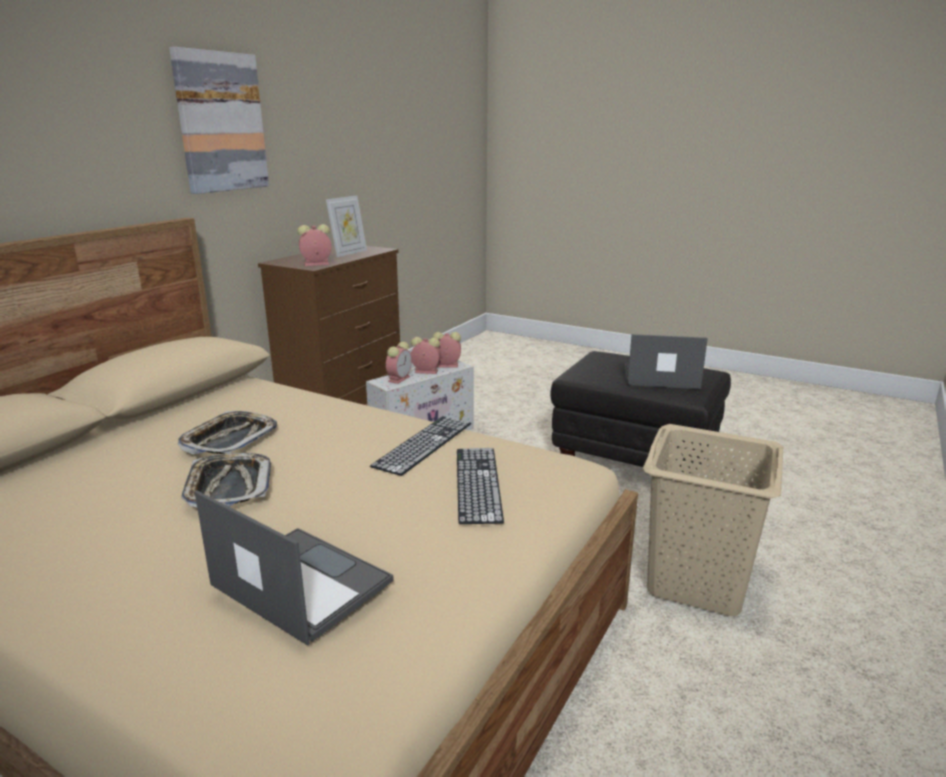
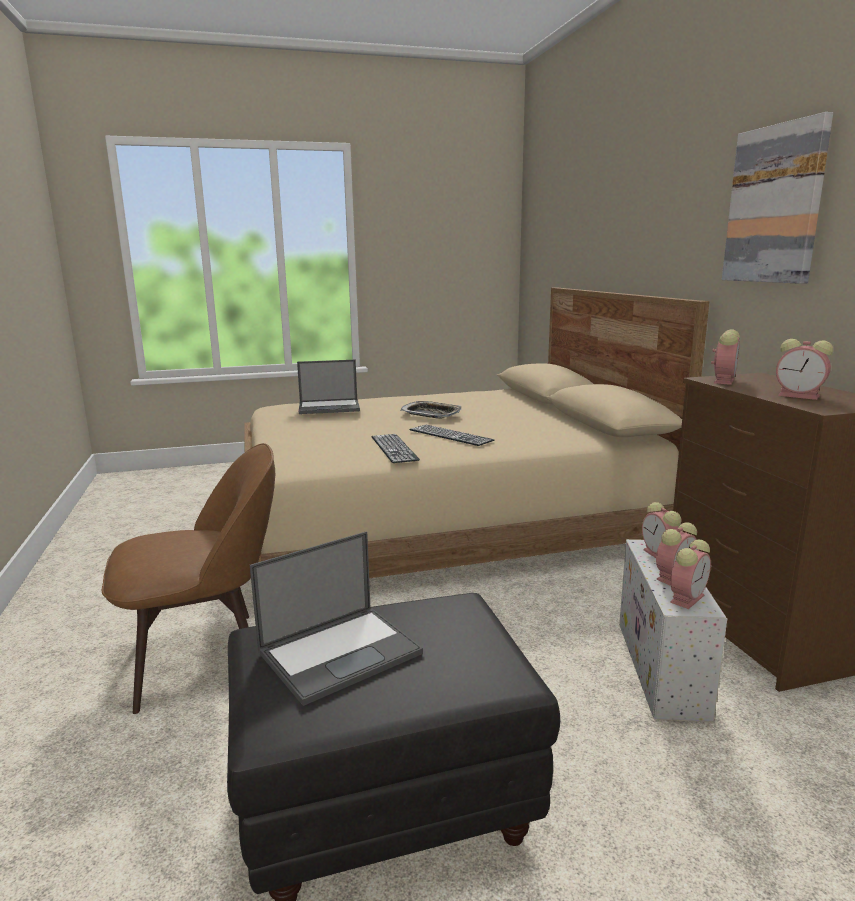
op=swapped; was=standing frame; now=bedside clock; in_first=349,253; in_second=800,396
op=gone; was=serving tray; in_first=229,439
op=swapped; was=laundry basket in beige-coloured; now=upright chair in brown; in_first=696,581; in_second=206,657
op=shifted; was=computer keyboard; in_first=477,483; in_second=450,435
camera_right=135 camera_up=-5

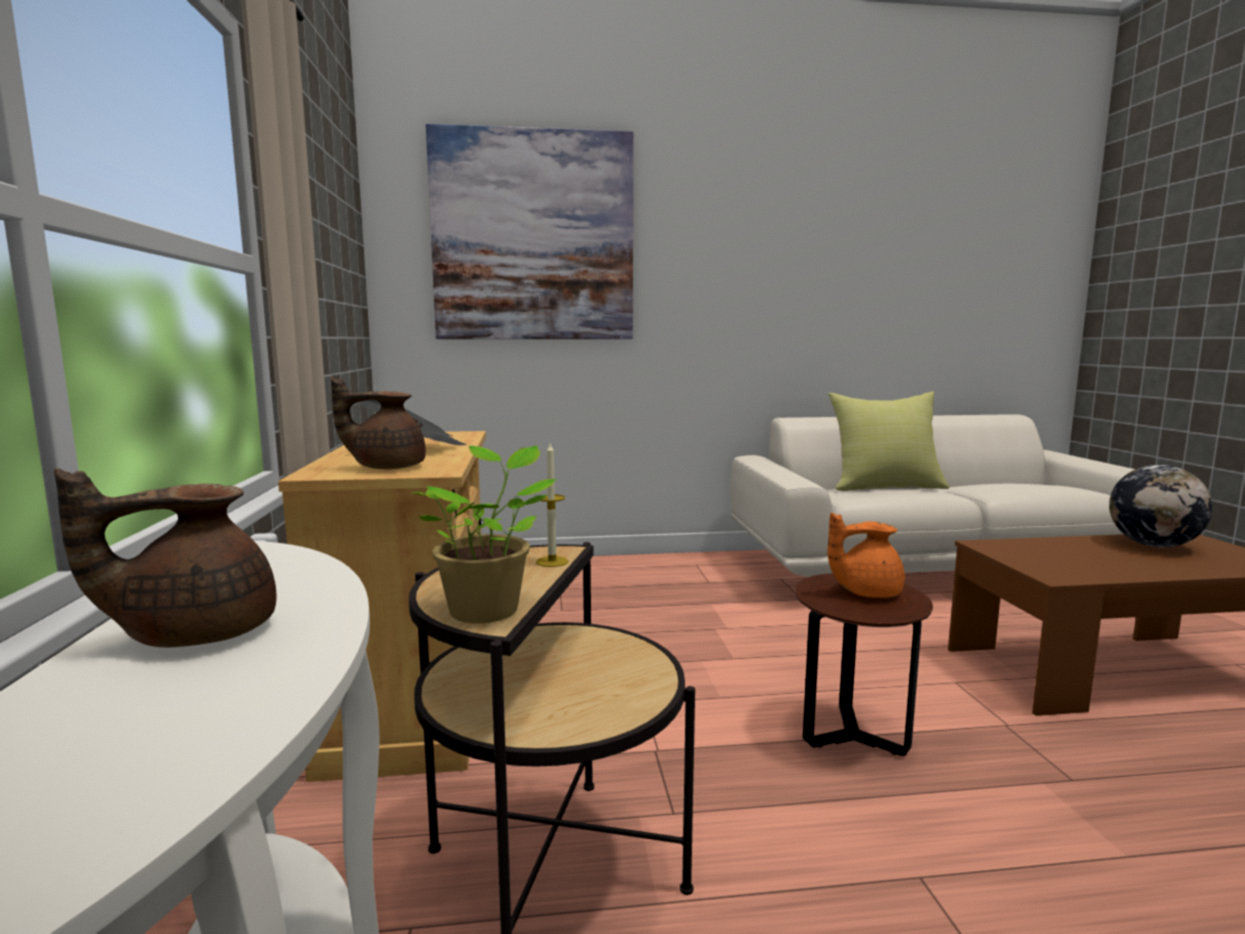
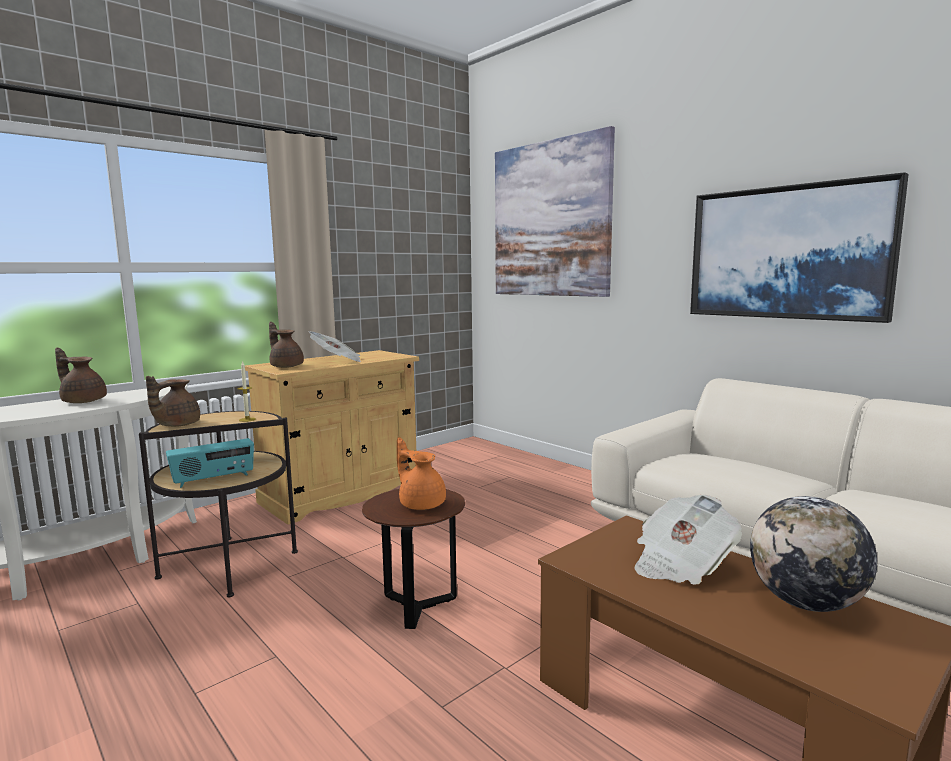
op=gone; was=pillow in yellowish; in_first=885,487
op=swapped; was=houseplant; now=pot for tea in brown; in_first=488,609; in_second=176,425
op=new; now=wall art; in_second=787,253
op=new; now=radio receiver; in_second=214,479
op=new; now=newspaper; in_second=681,564
camera_right=55 camera_up=0

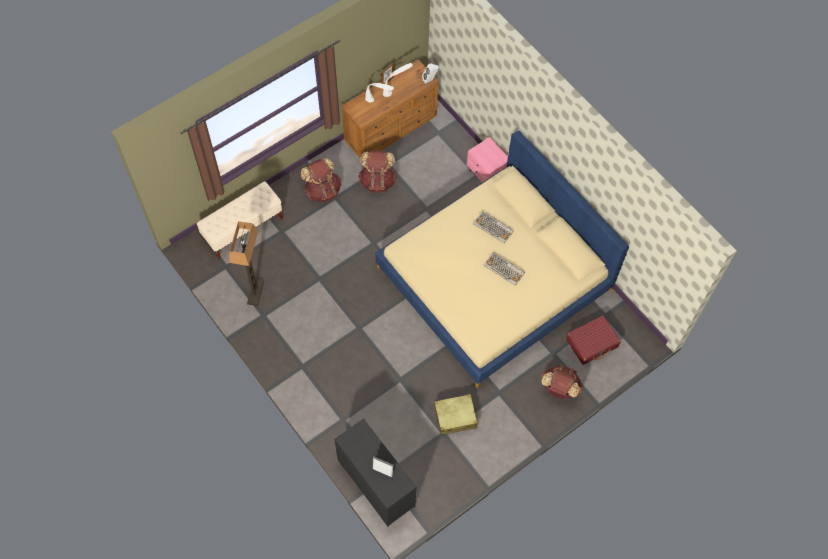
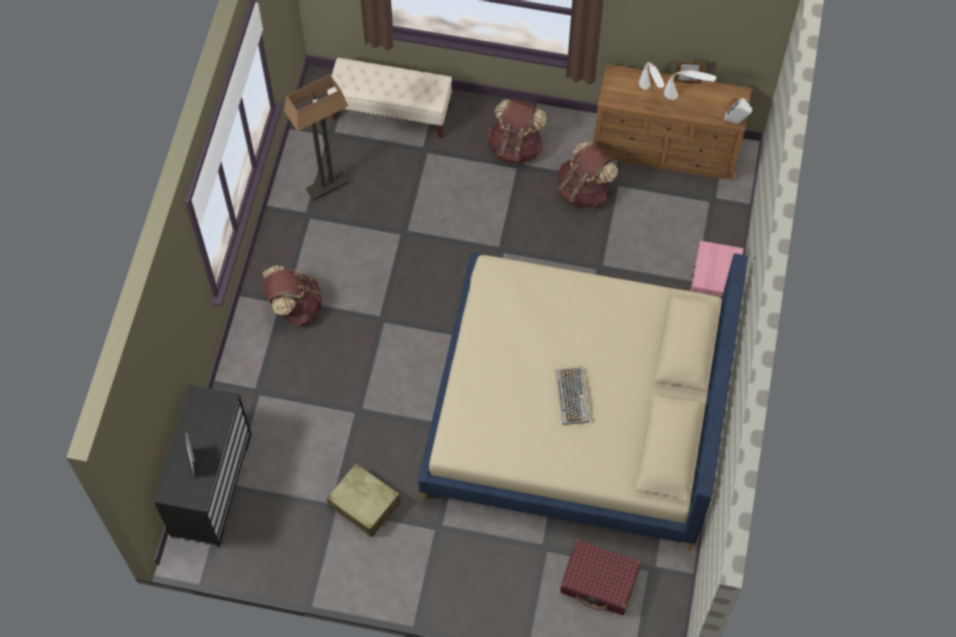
op=gone; was=computer keyboard; in_first=493,227
op=shifted; was=knapsack in brown; in_first=559,388; in_second=295,306
camera_right=50 camera_up=0

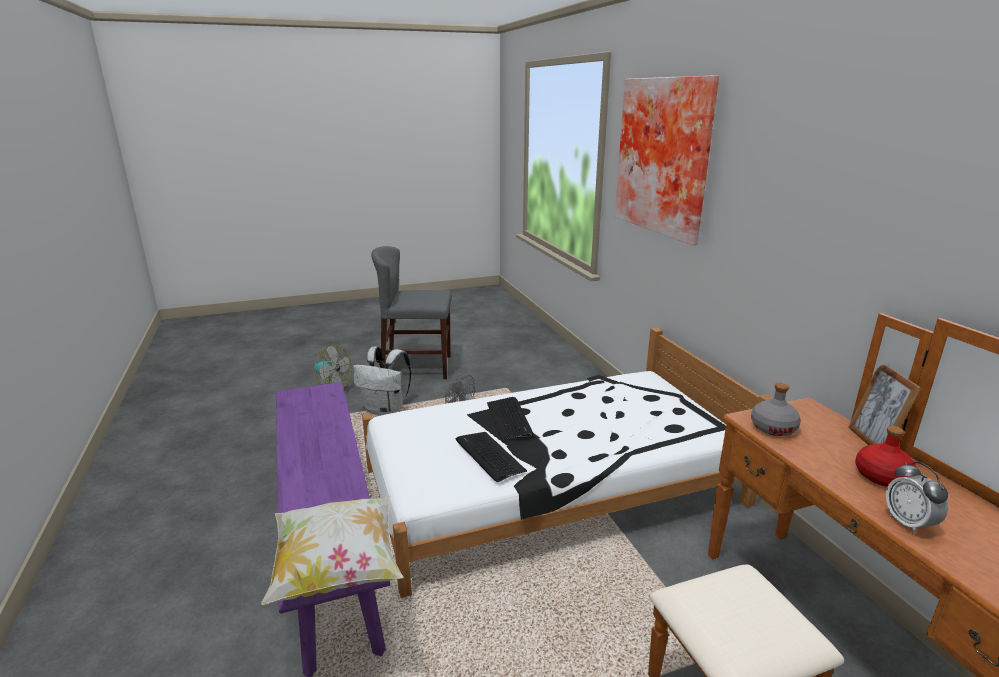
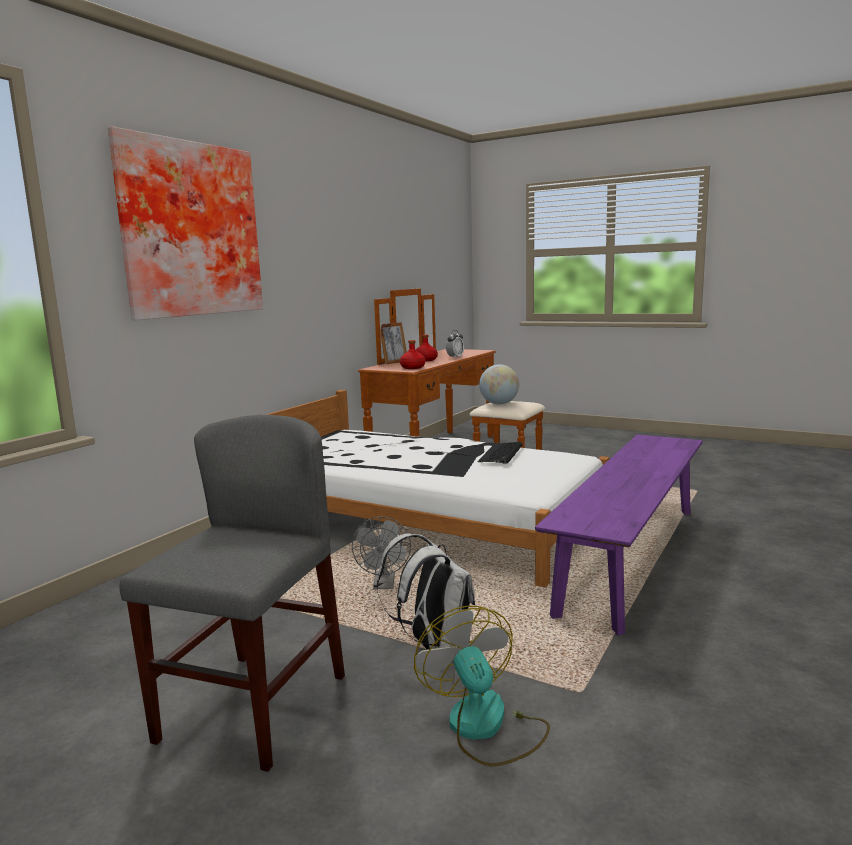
op=rotated; was=upright chair in grey; in_first=417,367; in_second=253,707; clockwise=-120
op=repainted; was=drink bottle in grey; now=drink bottle in red-coloured; in_first=773,428; in_second=412,368
op=gone; was=computer keyboard; in_first=509,419
op=gone; was=pillow; in_first=337,568
op=new; now=globe; in_second=499,404
camera_right=-130 camera_up=-10

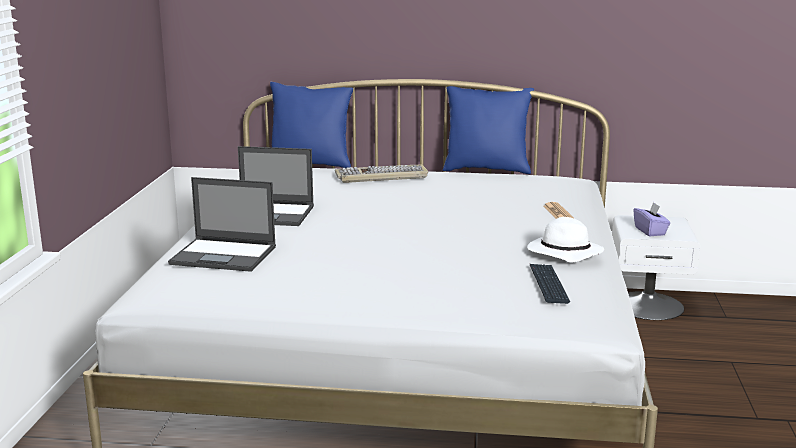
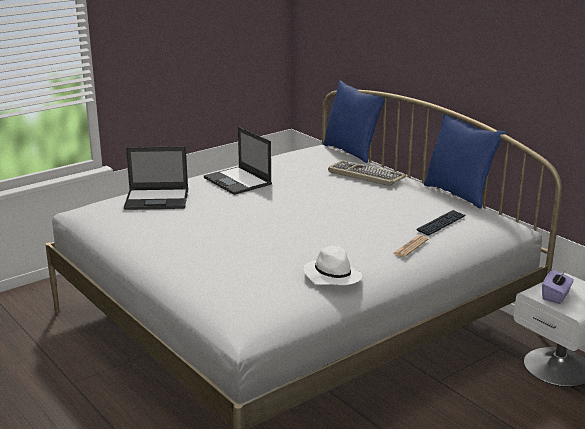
op=rotated; was=portable computer; in_first=225,255; in_second=157,199; clockwise=-60
op=shifted; was=computer keyboard; in_first=548,284; in_second=441,223
camera_right=45 camera_up=5

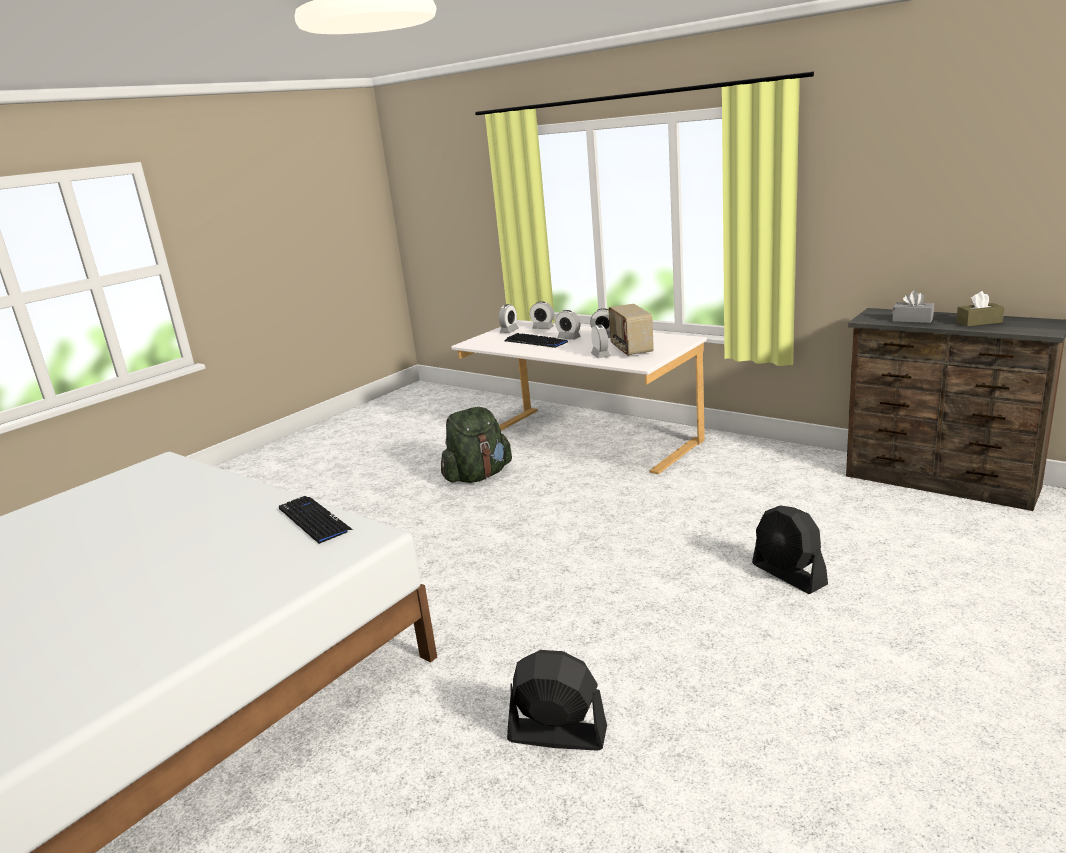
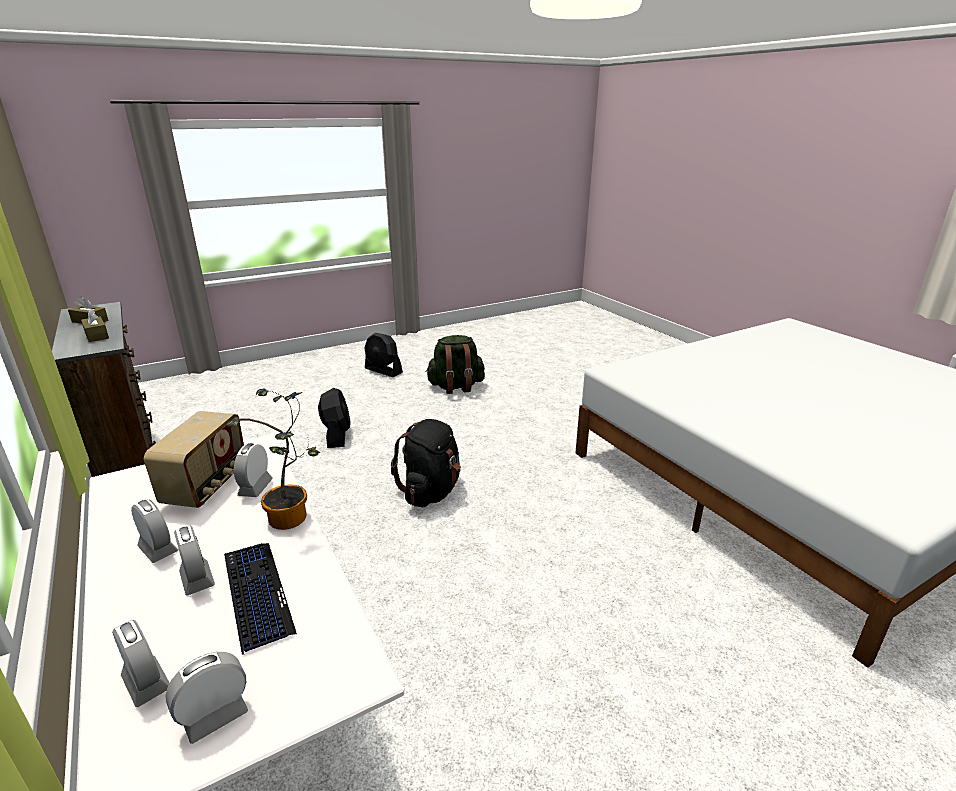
op=repainted; was=box of tissues in grey; now=box of tissues in brown; in_first=912,320; in_second=96,335
op=shifted; was=knapsack in green; in_first=478,476; in_second=456,387
op=gone; was=computer keyboard; in_first=314,520
op=shifted; was=electric fan in black-coloured; in_first=557,734; in_second=383,370
op=new; now=houseplant; in_second=292,520
op=new; now=knapsack in black-coloured; in_second=431,492
camera_right=-160 camera_up=5

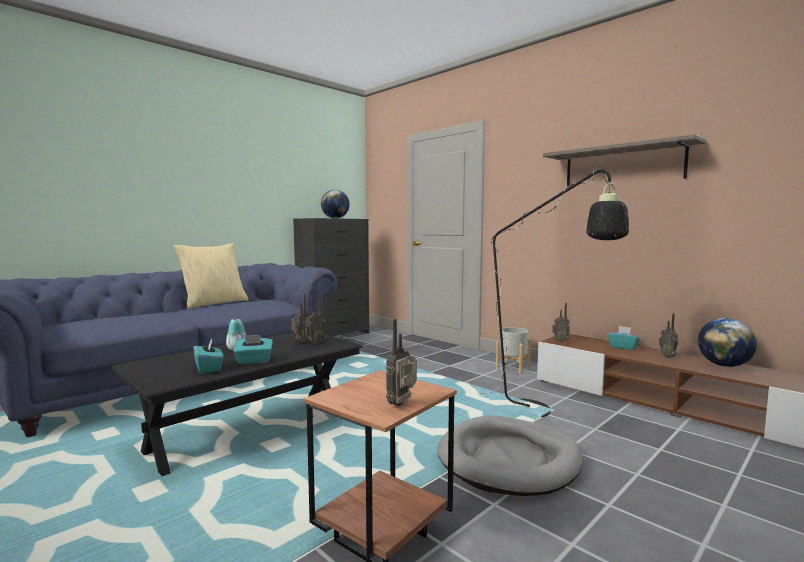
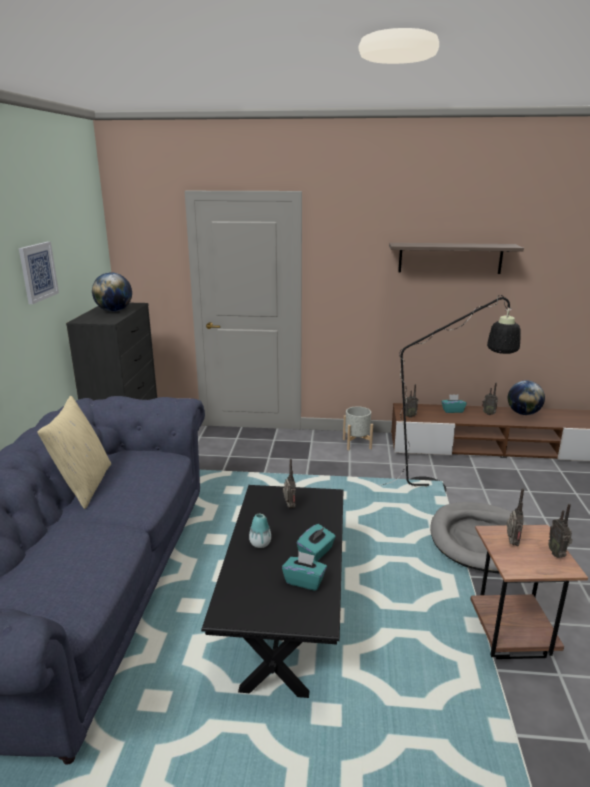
op=shifted; was=radio receiver; in_first=315,343; in_second=511,544
op=new; now=wall art; in_second=38,272
camera_right=-40 camera_up=15

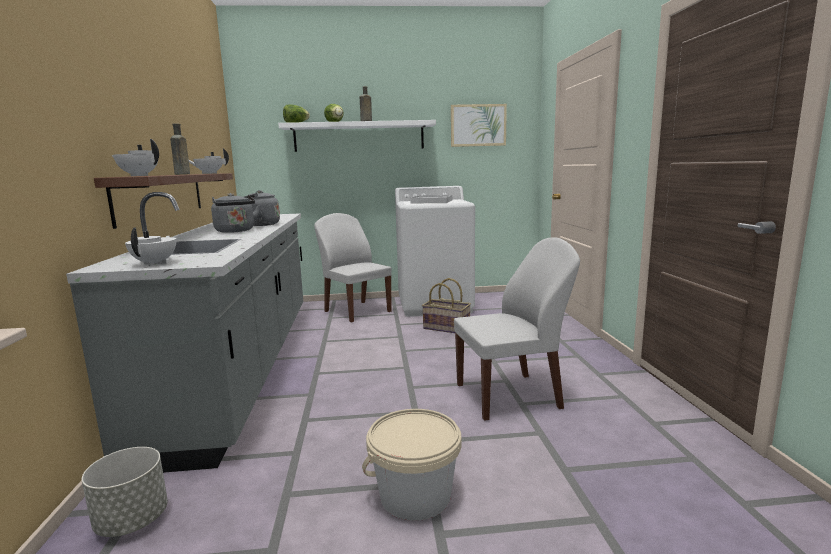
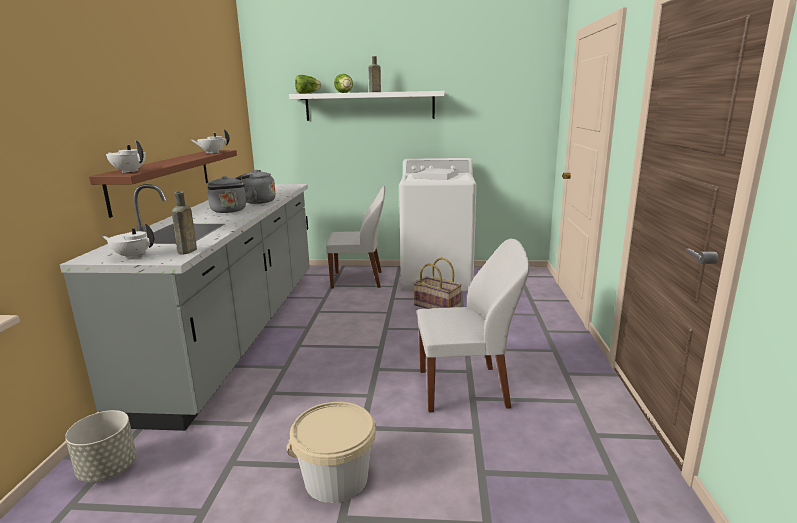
op=gone; was=wall art; in_first=478,125
op=shifted; was=drink bottle in brown; in_first=182,174; in_second=186,251
op=rotated; was=upright chair in white; in_first=356,311; in_second=359,280; clockwise=120
op=rotated; was=pot for tea in white; in_first=155,263; in_second=132,256; clockwise=-90
camera_right=10 camera_up=5

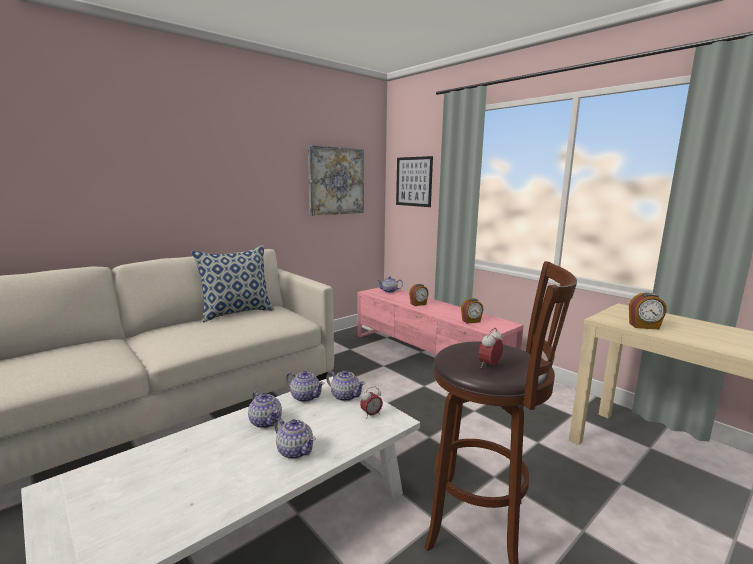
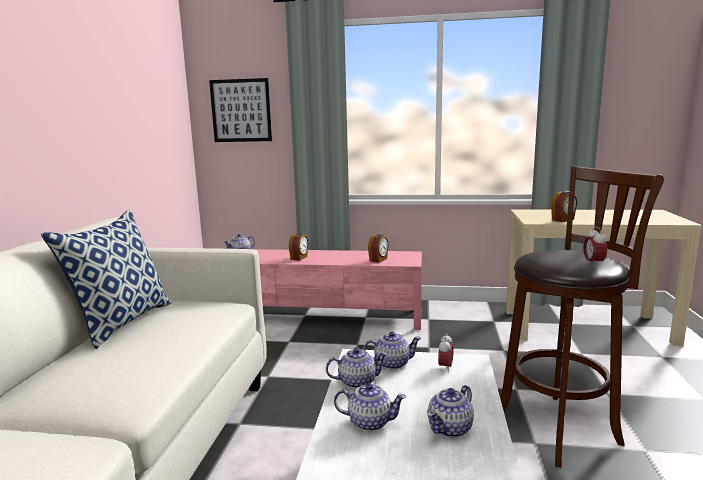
op=gone; was=wall art; in_first=336,181
op=rotated; was=pot for tea; in_first=295,451; in_second=451,428; clockwise=135
camera_right=-40 camera_up=0

